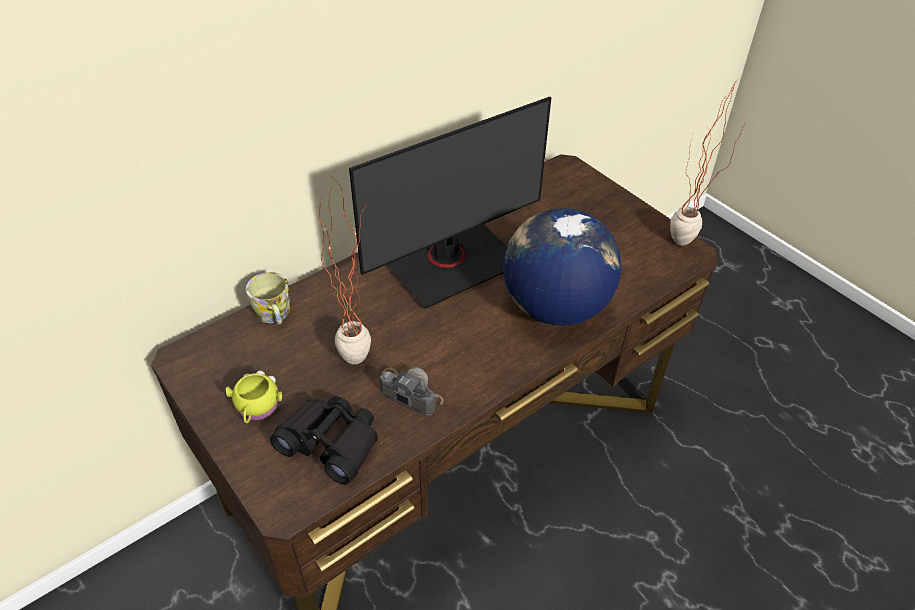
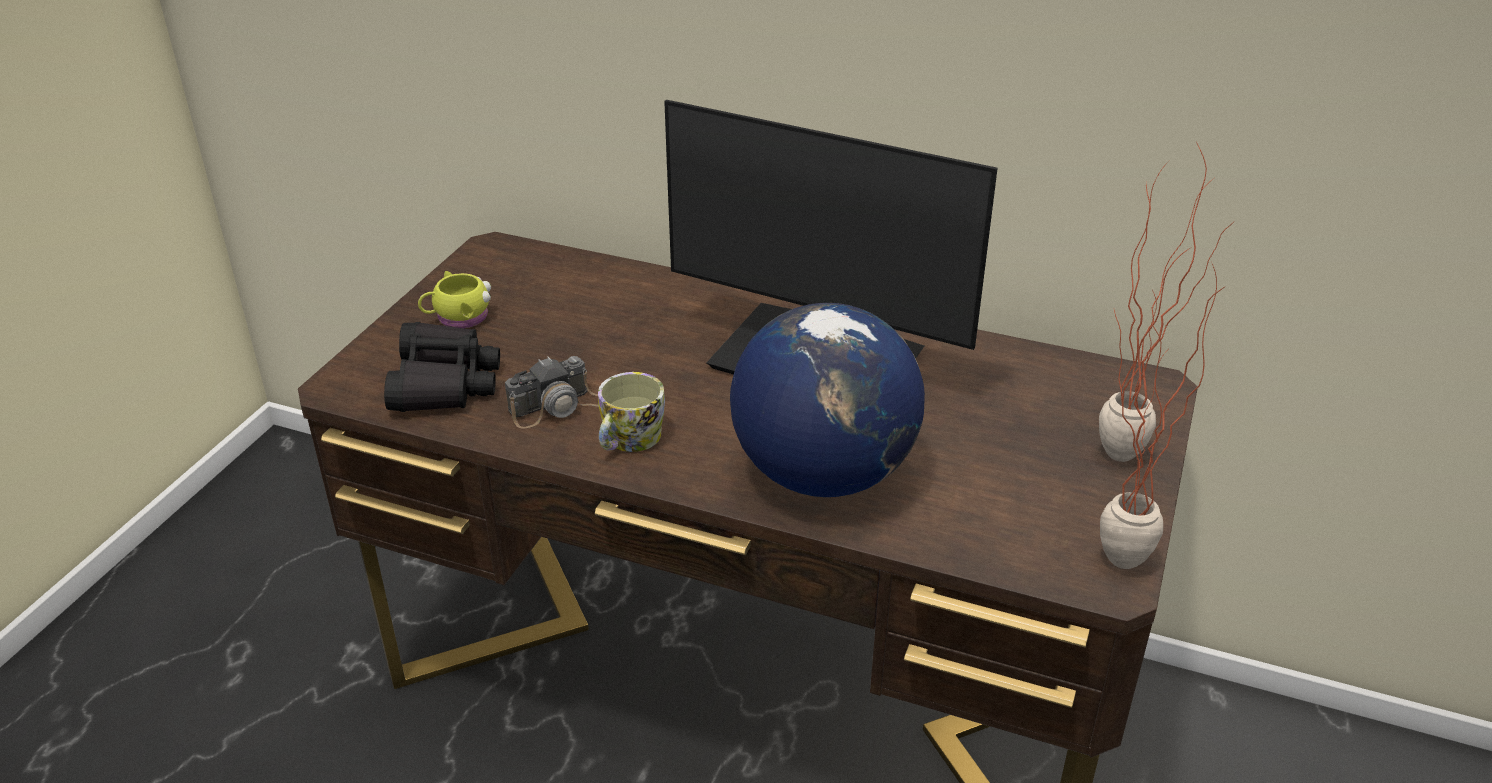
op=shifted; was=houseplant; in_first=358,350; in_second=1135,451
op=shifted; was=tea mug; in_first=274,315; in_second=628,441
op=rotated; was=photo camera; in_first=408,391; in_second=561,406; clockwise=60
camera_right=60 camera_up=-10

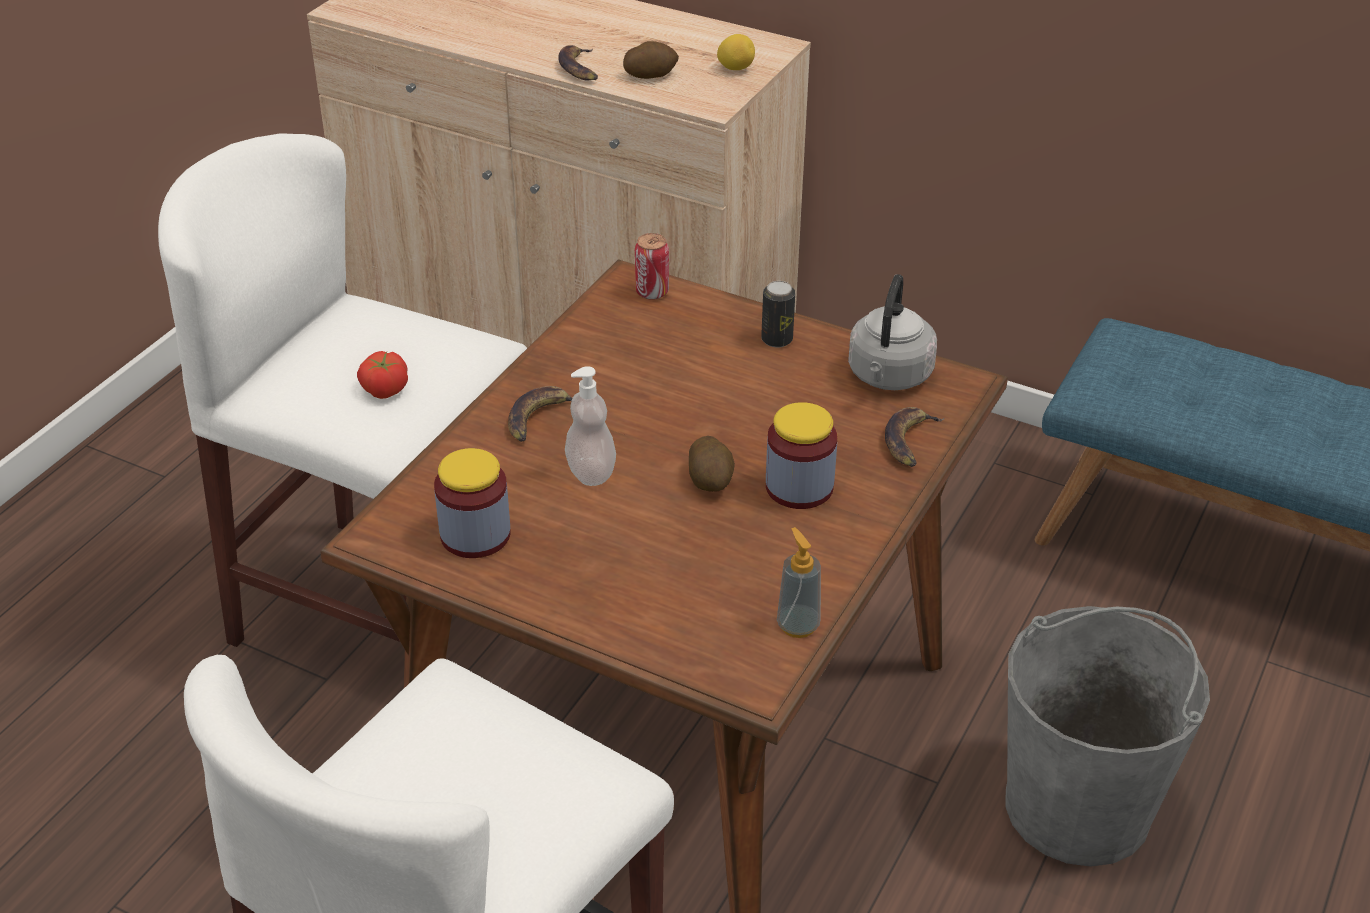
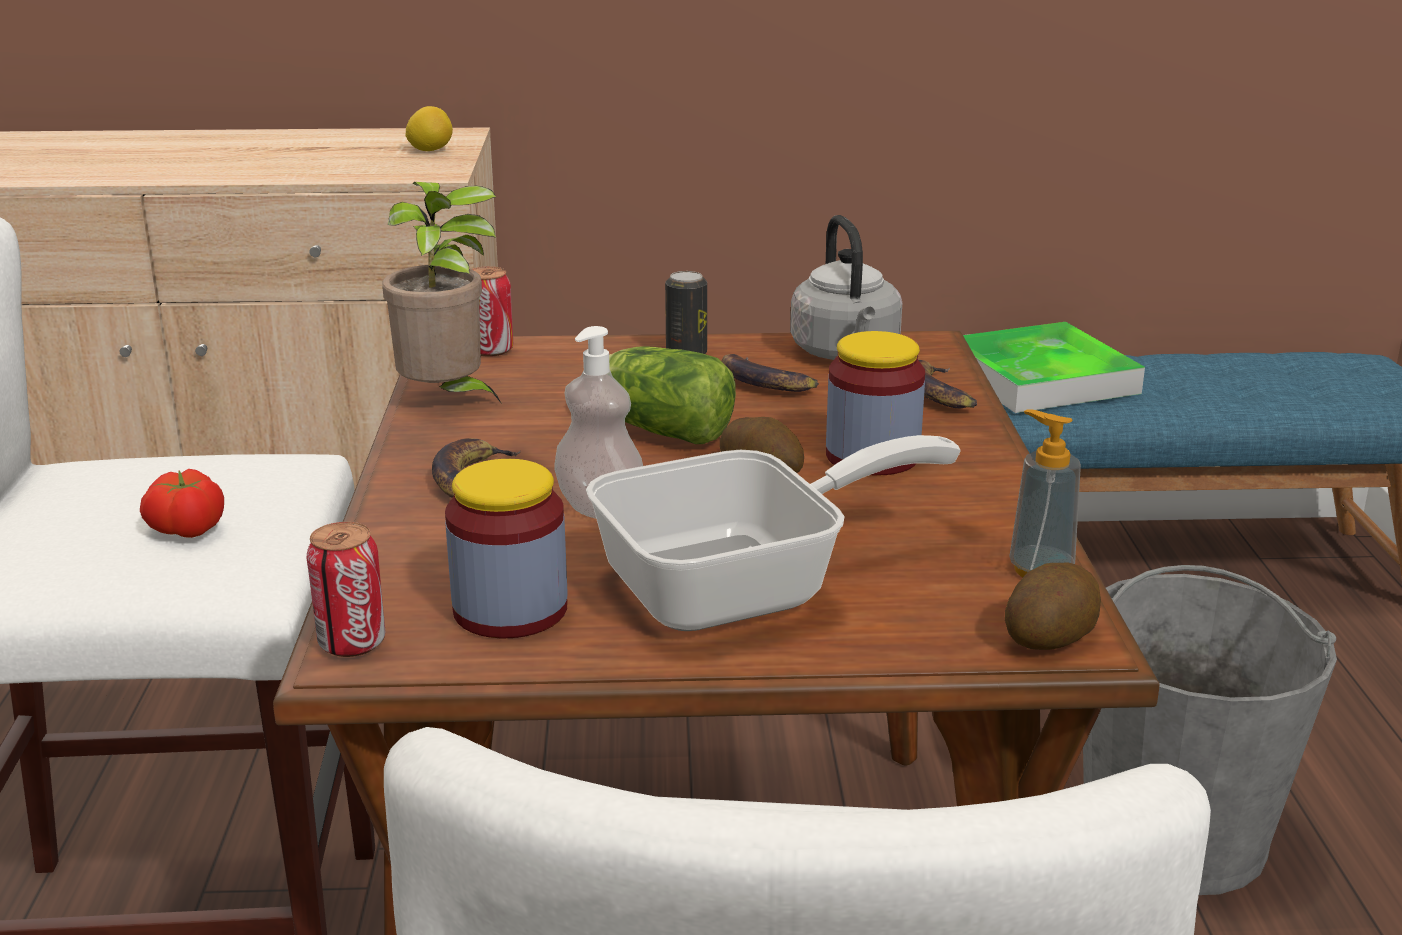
op=shifted; was=spud; in_first=650,75; in_second=1049,636
op=shifted; was=whole banana; in_first=580,68; in_second=765,382
op=new; now=houseplant; in_second=447,401
op=new; now=serving tray; in_second=1040,378
op=new; now=head of lettuce; in_second=656,430
op=new; now=skillet; in_second=745,587
op=new; now=sealed can; in_second=352,643
camera_right=-30 camera_up=-15

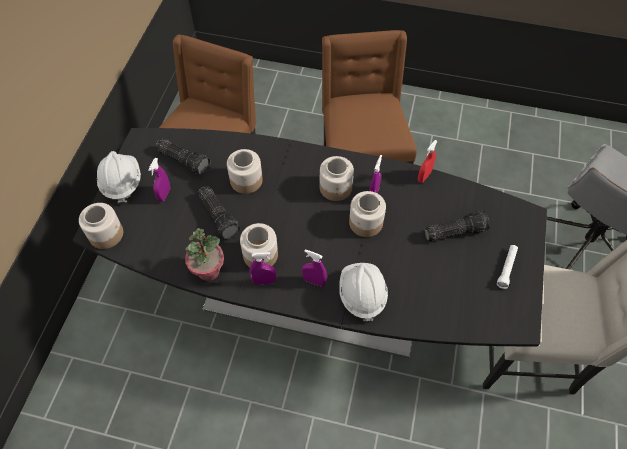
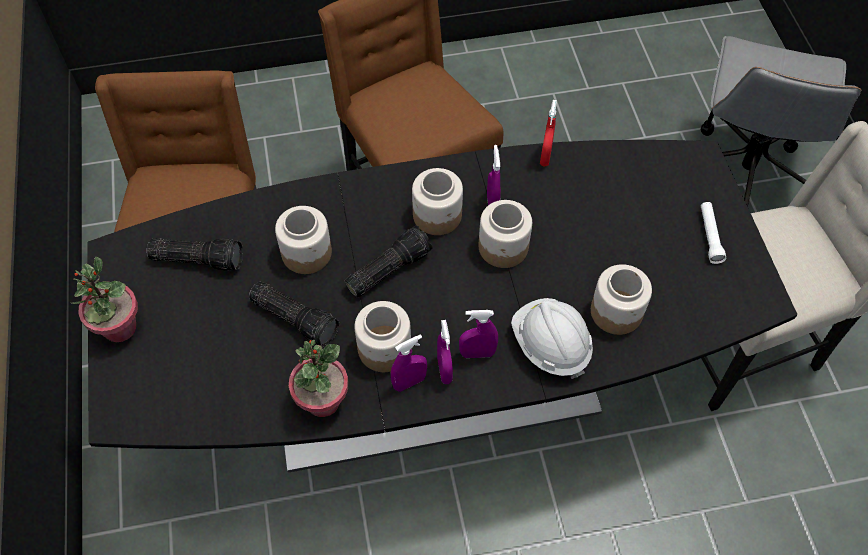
op=swapped; was=hard hat in white; now=houseplant; in_first=121,183; in_second=119,328
op=shifted; was=hand sprayer in purple-coloured; in_first=164,194; in_second=444,370
op=shifted; was=jar; in_first=106,234; in_second=616,311
op=shifted; was=hand torch; in_first=454,231; in_second=388,268
camera_right=-25 camera_up=0

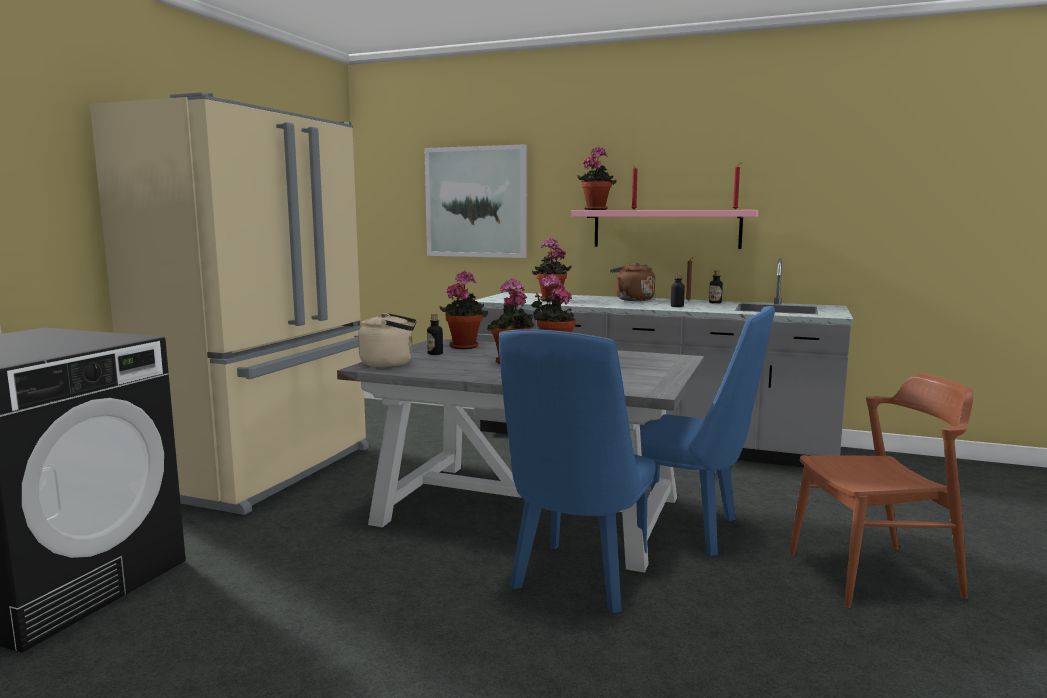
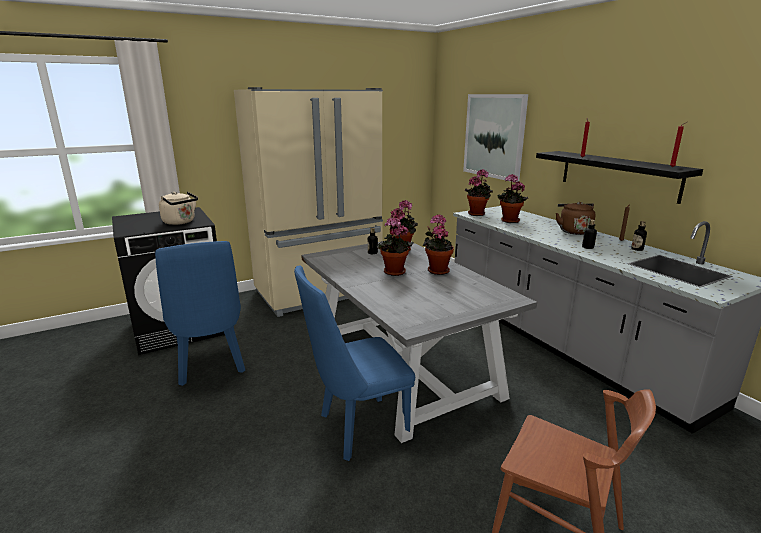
op=shifted; was=houseplant; in_first=596,210; in_second=477,214
op=repainted; was=wall shelf in pink; now=wall shelf in black-coloured; in_first=666,229; in_second=618,175
op=shifted; was=upright chair in blue-coloured; in_first=692,530; in_second=211,368
op=shifted; was=kettle in beige-coloured; in_first=390,364; in_second=180,222
camera_right=40 camera_up=10

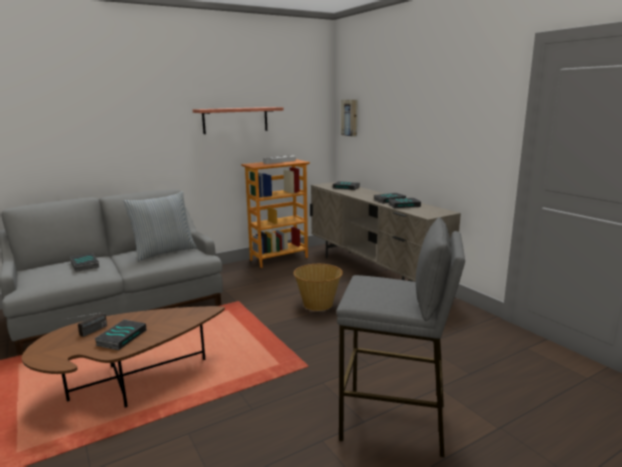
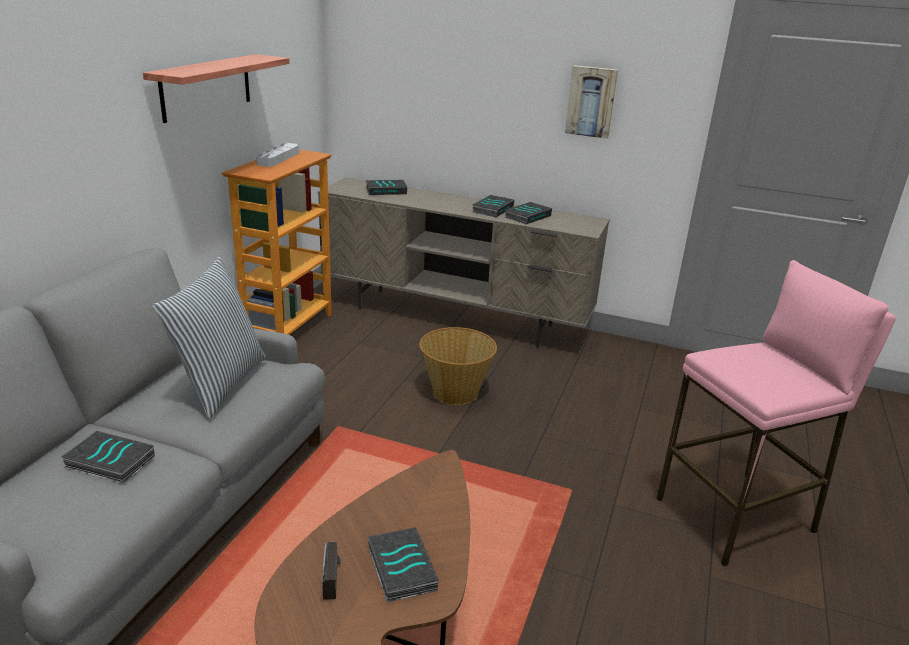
op=shifted; was=wall art; in_first=350,117; in_second=591,101
op=repainted; was=stool seat in grey; now=stool seat in pink; in_first=394,422; in_second=736,517
camera_right=-40 camera_up=10

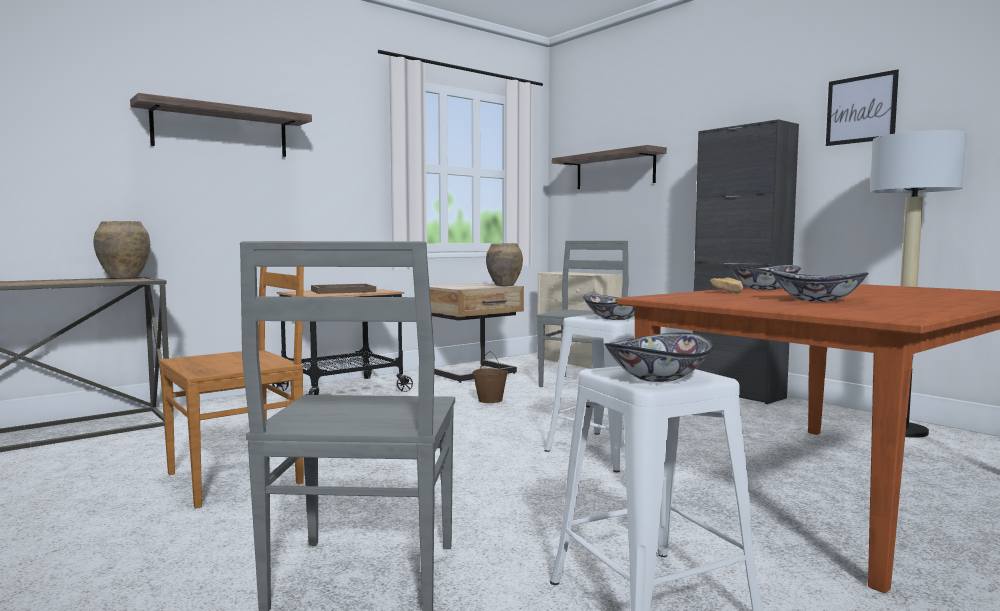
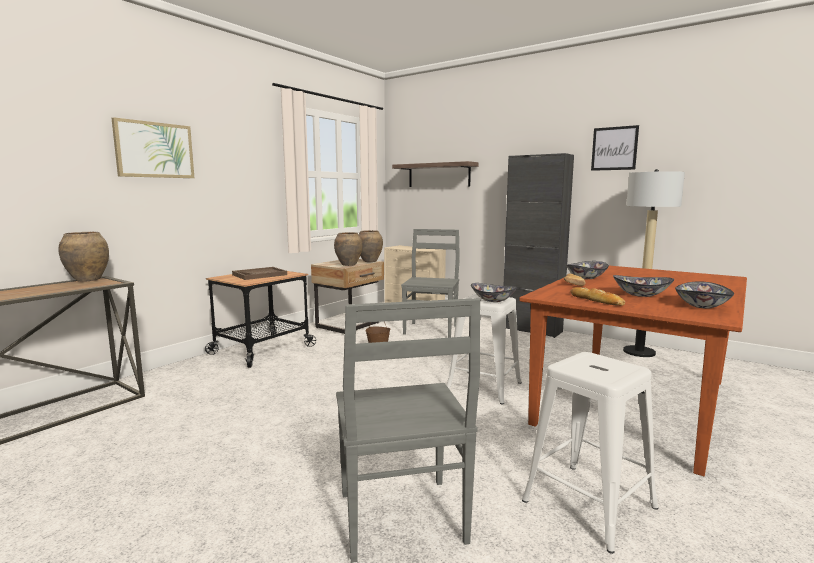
op=swapped; was=wall shelf; now=wall art; in_first=221,130; in_second=154,150
op=gone; was=upright chair in brown; in_first=239,477
op=shifted; was=deep dish; in_first=657,377; in_second=701,306
op=new; now=decorative vase in brown; in_second=349,264
op=new; now=bakery bread; in_second=596,300
camera_right=-15 camera_up=5

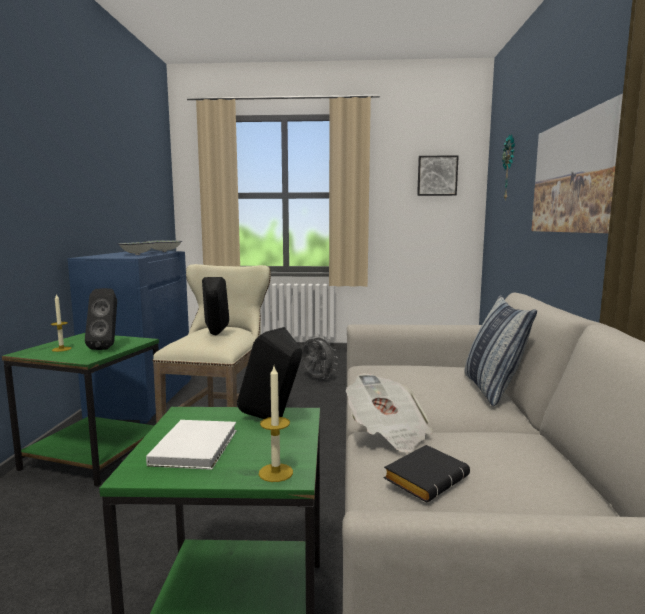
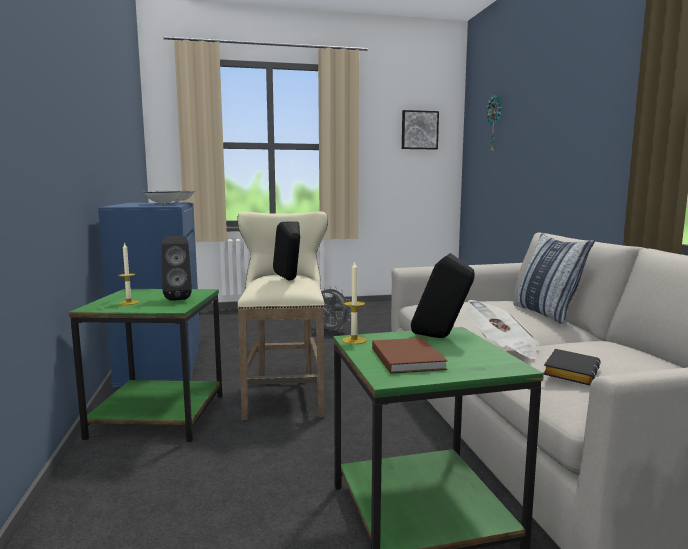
op=gone; was=wall art; in_first=576,175
op=shifted; was=candle; in_first=276,472; in_second=354,340
op=repainted; was=bound book in white; now=bound book in brown; in_first=197,446; in_second=408,358
camera_right=-15 camera_up=0

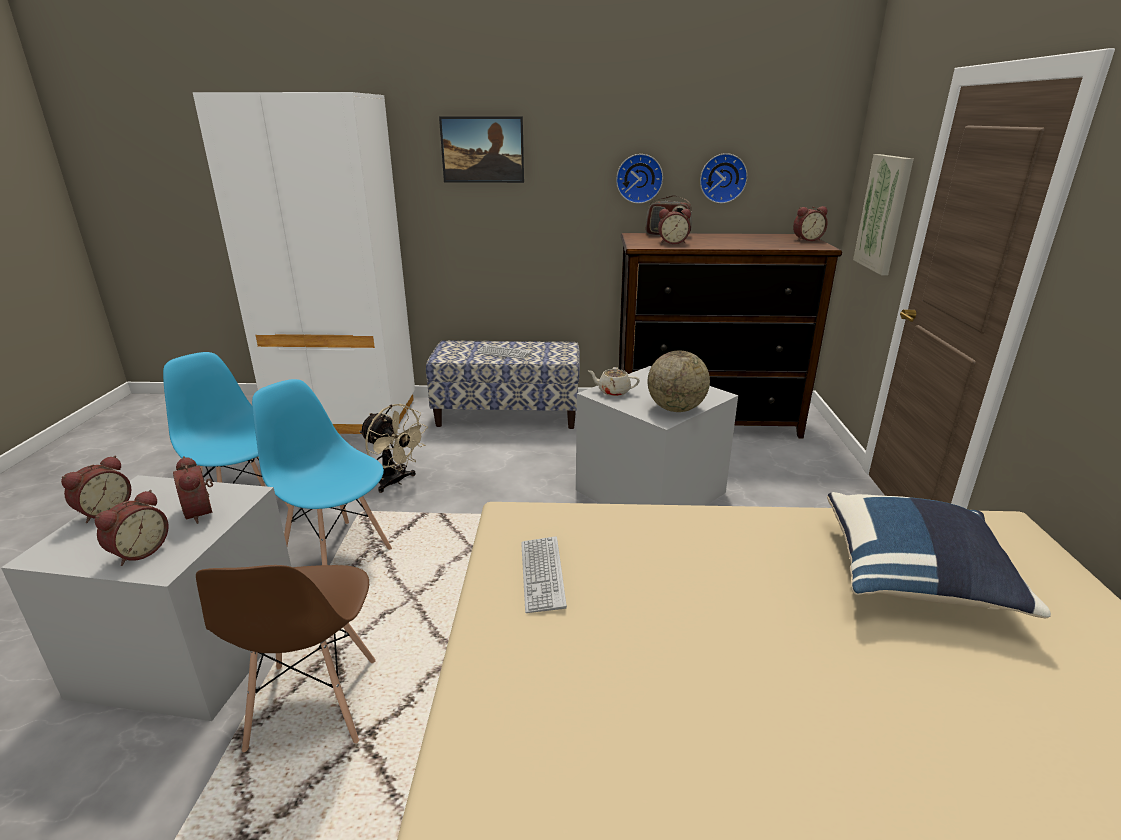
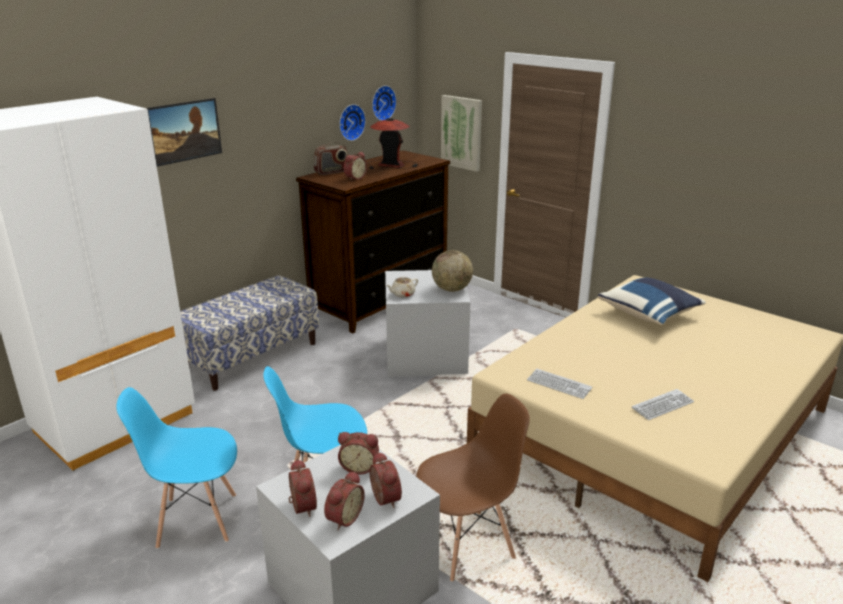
op=shifted; was=clock on the wall; in_first=639,178; in_second=382,103
op=shifted; was=bedside clock; in_first=806,239; in_second=343,518
op=shifted; was=computer keyboard; in_first=503,353; in_second=662,405
op=gone; was=electric fan in beige-coloured; in_first=395,482
op=rotated; was=upright chair in brown; in_first=313,704; in_second=468,545; clockwise=-60
op=new; now=lamp for a table; in_second=391,165
camera_right=-50 camera_up=0

